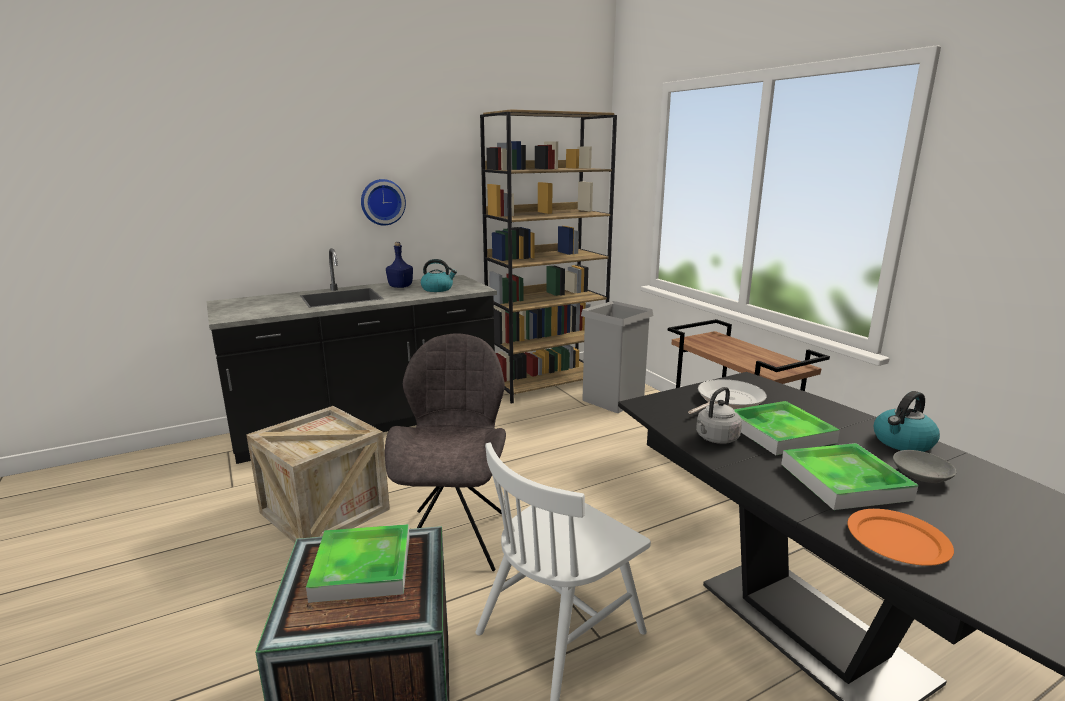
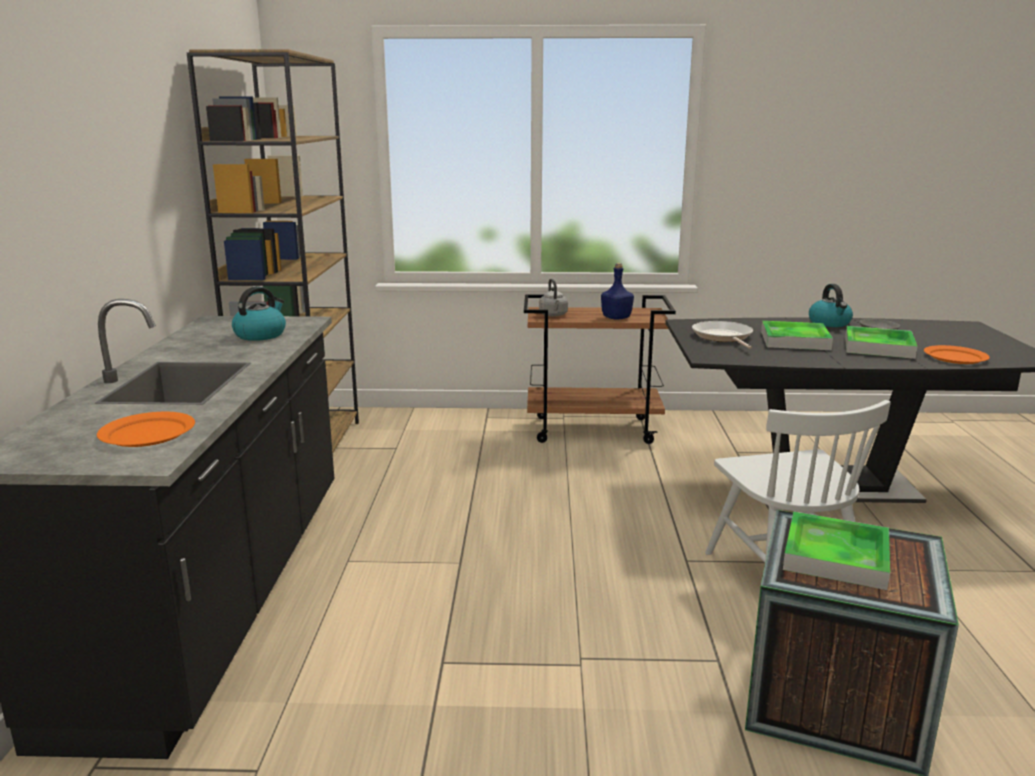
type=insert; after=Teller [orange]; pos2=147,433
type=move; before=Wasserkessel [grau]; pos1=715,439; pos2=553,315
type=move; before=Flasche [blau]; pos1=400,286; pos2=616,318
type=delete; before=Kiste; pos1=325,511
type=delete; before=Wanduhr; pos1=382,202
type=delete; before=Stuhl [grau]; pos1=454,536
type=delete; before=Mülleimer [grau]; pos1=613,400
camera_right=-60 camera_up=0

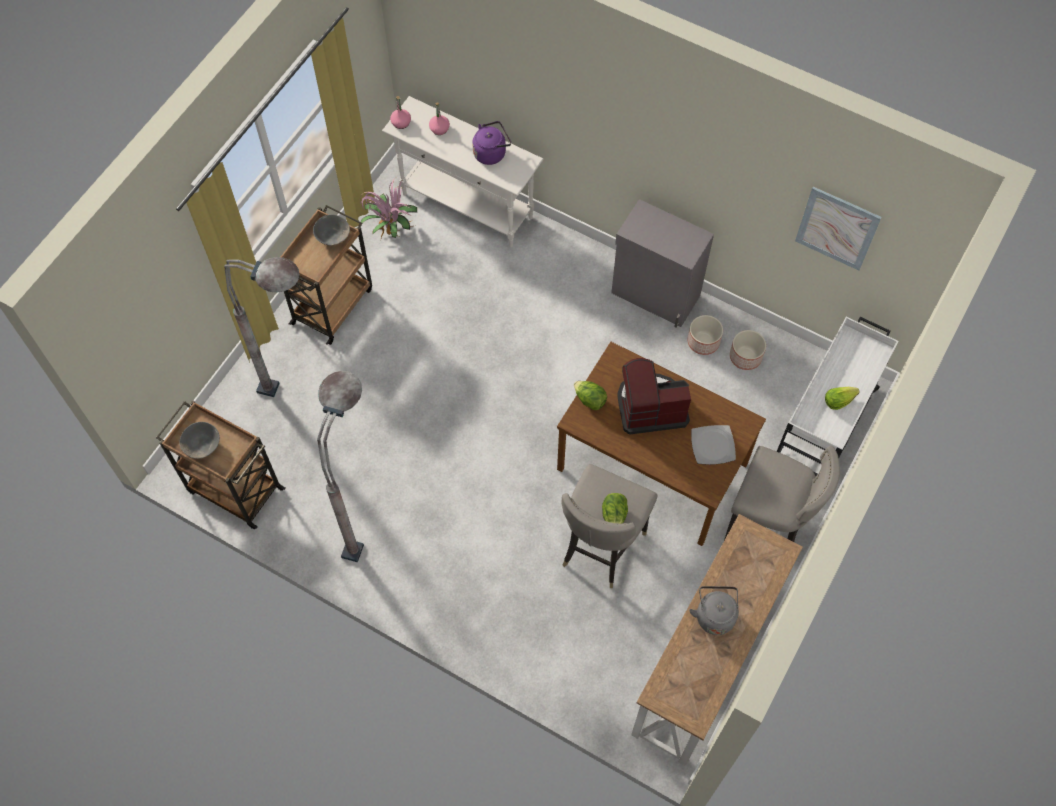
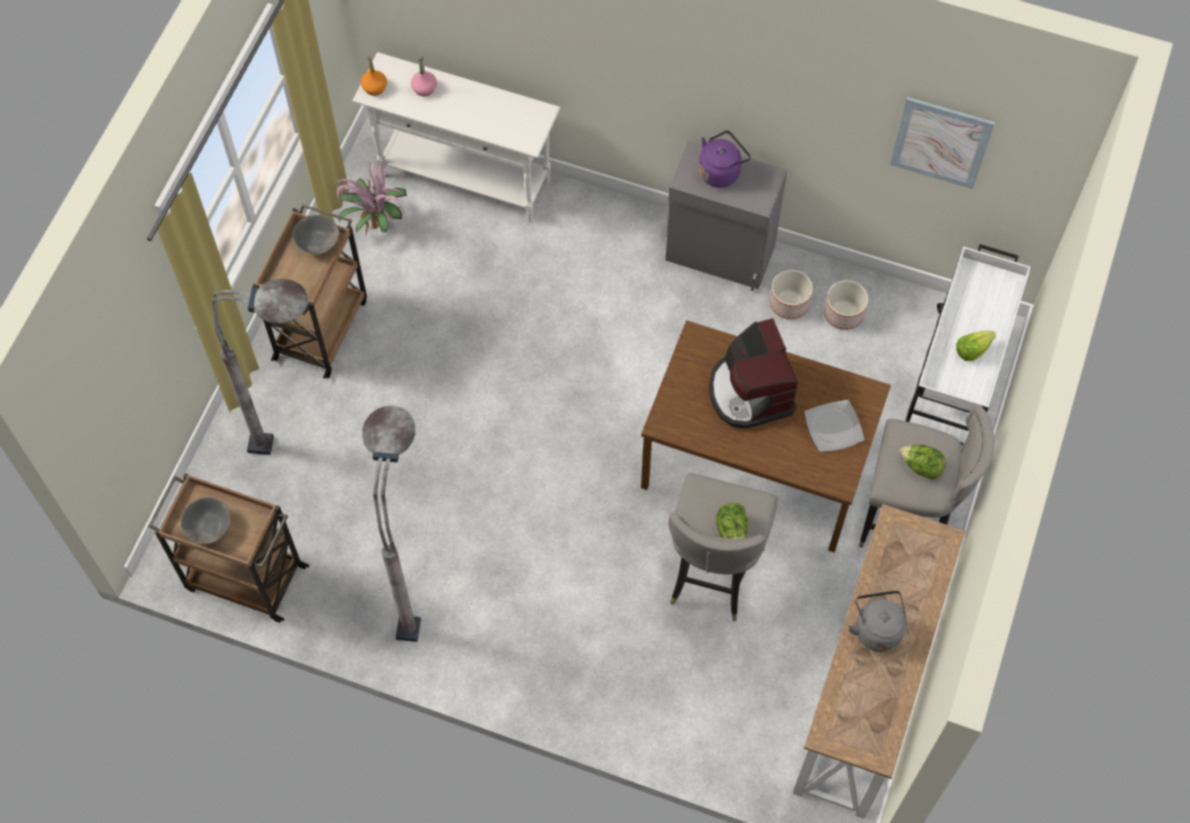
type=recolor; before=Flasche [rosa]; after=Flasche [orange]; pos1=401,123; pos2=375,87
type=move; before=Wasserkessel [lila]; pos1=491,153; pos2=721,171
type=rotate; before=Kaffeemaschine; pos1=650,406; pos2=750,392; turn=-90
type=move; before=Salatkopf; pos1=589,400; pos2=921,467
camera_right=-10 camera_up=0

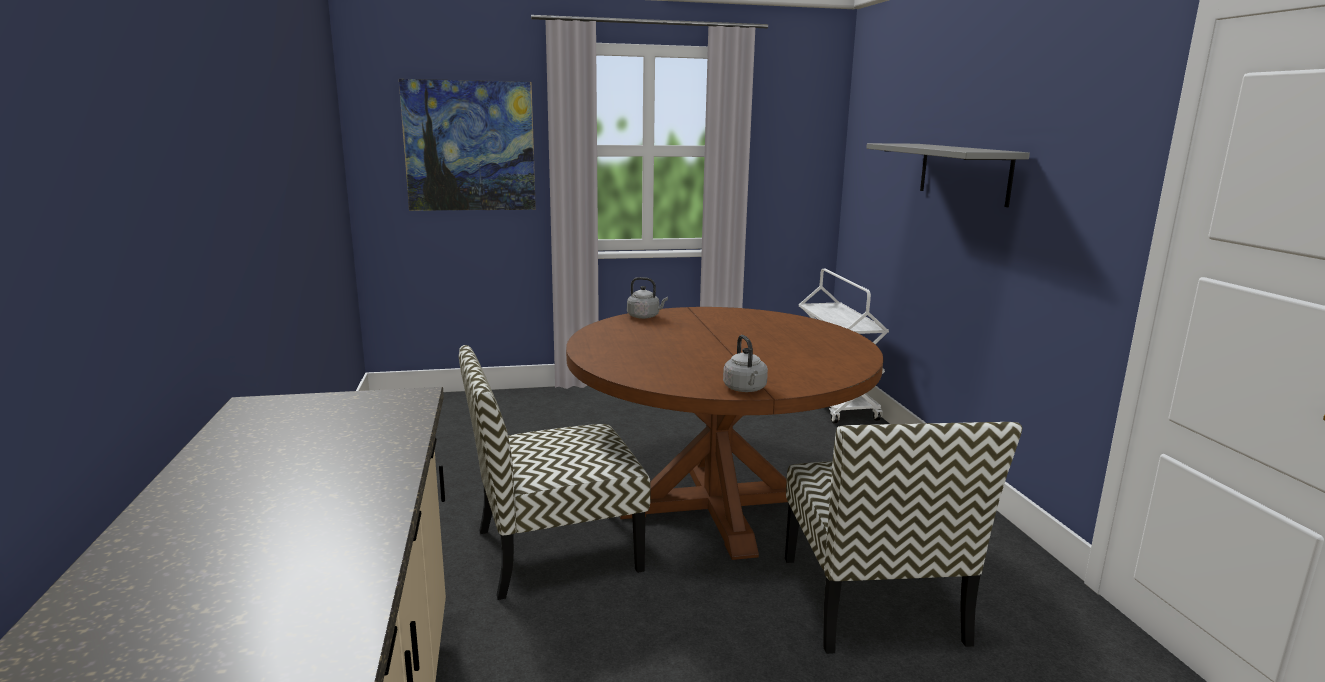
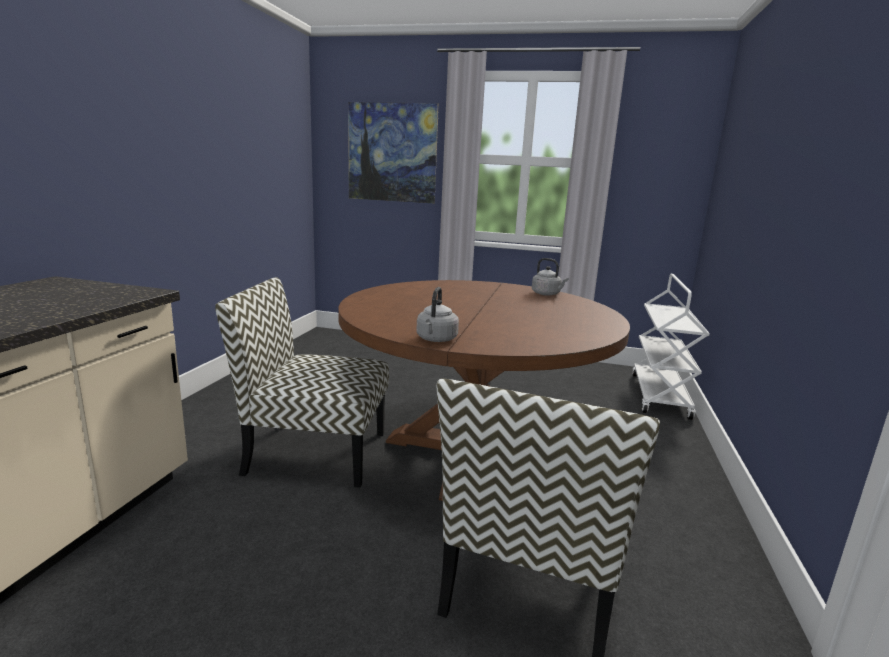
type=move; before=Wasserkessel [grau]; pos1=645,316; pos2=547,294
type=delete; before=Wandregal [grau]; pos1=964,173
camera_right=25 camera_up=0

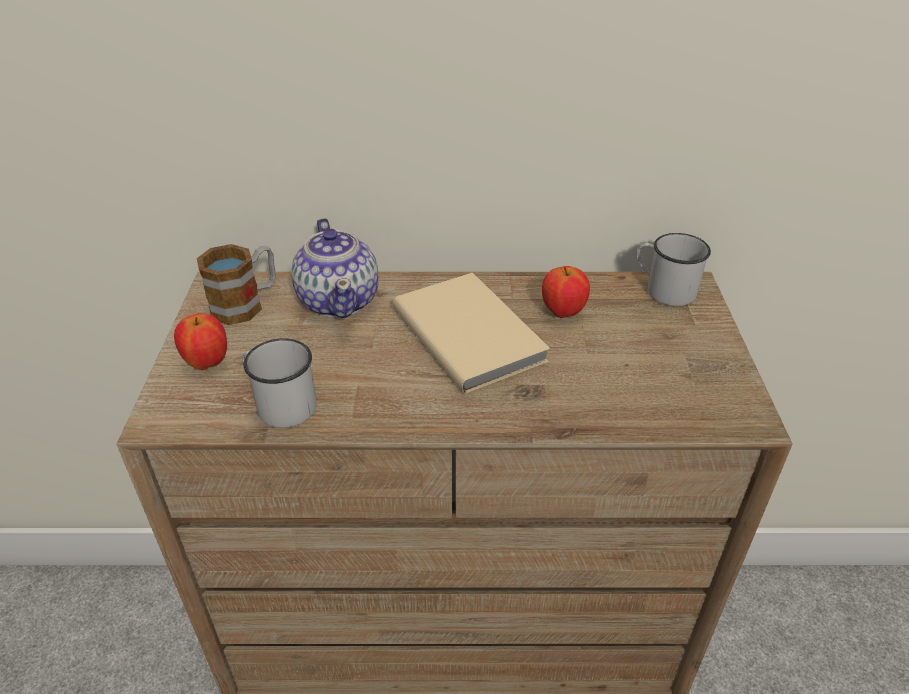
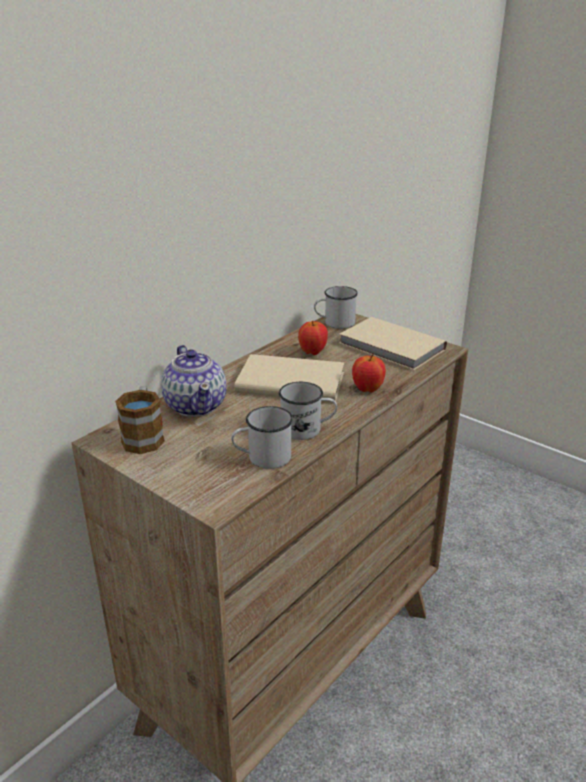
type=rotate; before=Teekanne; pos1=339,300; pos2=196,405; turn=45
type=insert; after=Henkelbecher [weiß]; pos2=307,429
type=insert; after=Buch [beige]; pos2=391,347
type=move; before=Apfel; pos1=207,363; pos2=367,389
camera_right=-50 camera_up=-10

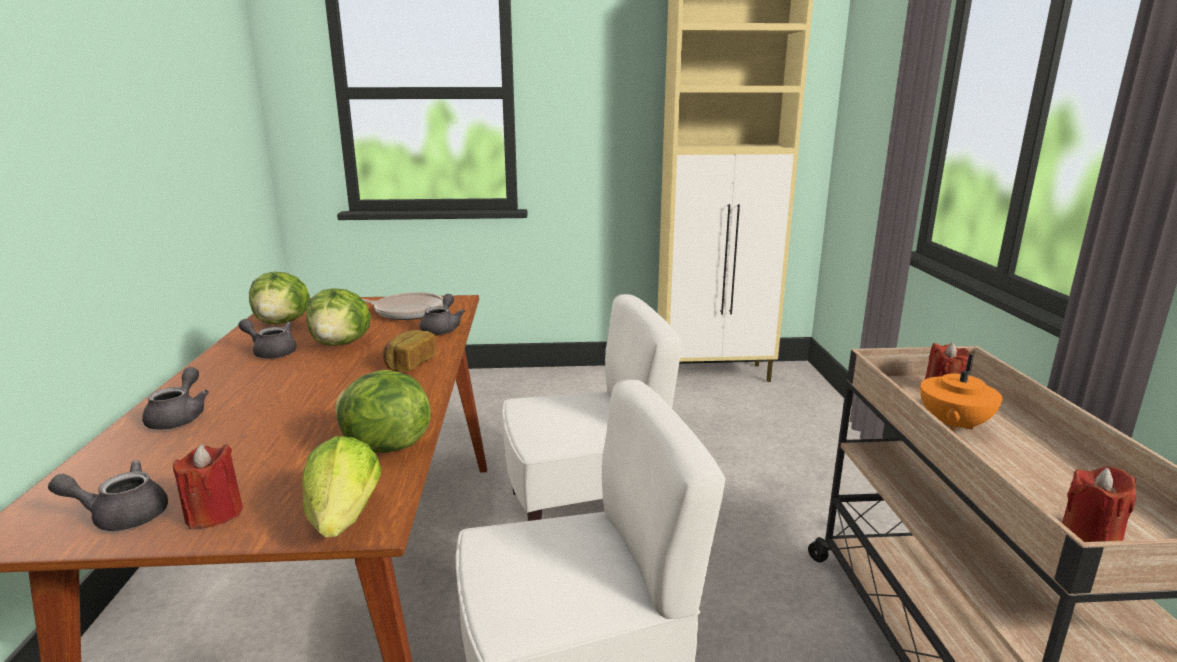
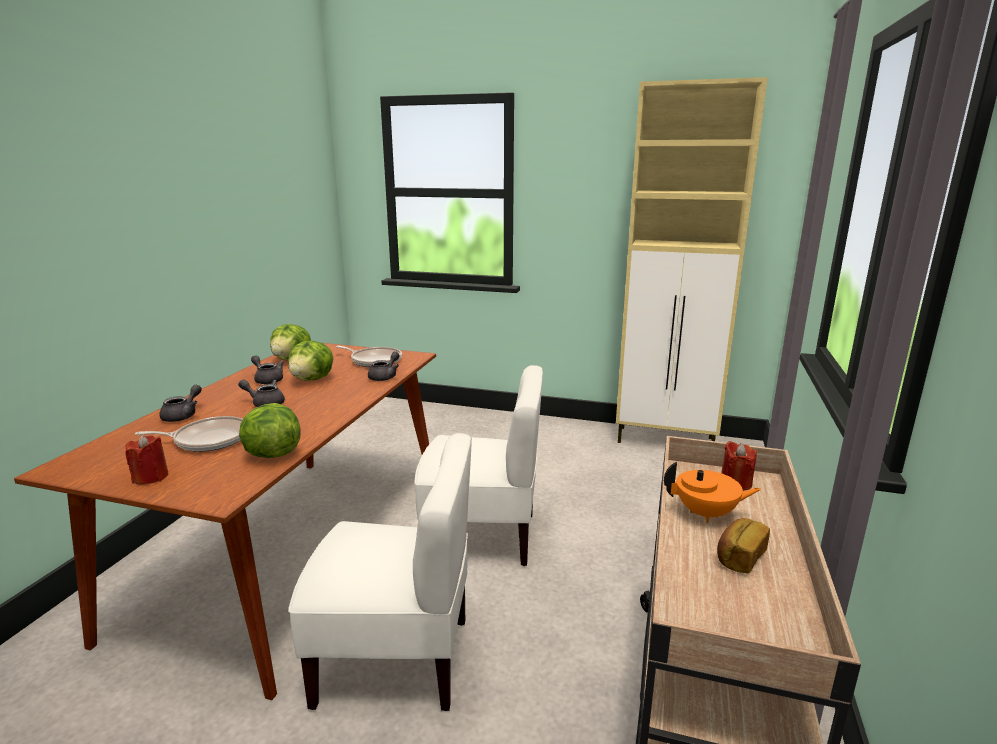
type=insert; after=Pfanne; pos2=208,439
type=move; before=Teekanne [grau]; pos1=121,515; pos2=265,403
type=rotate; before=Teekanne [orange]; pos1=952,425; pos2=706,514; turn=-135
type=move; before=Brot; pos1=409,364; pos2=739,557
type=delete; before=Salatkopf; pos1=344,518
type=delete; before=Kerze [rot]; pos1=1090,535
camera_right=20 camera_up=0

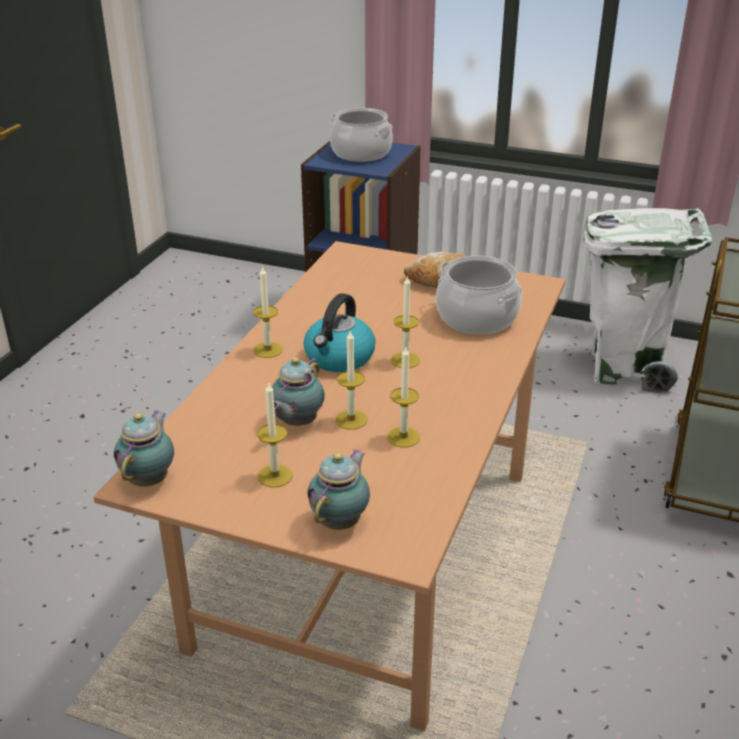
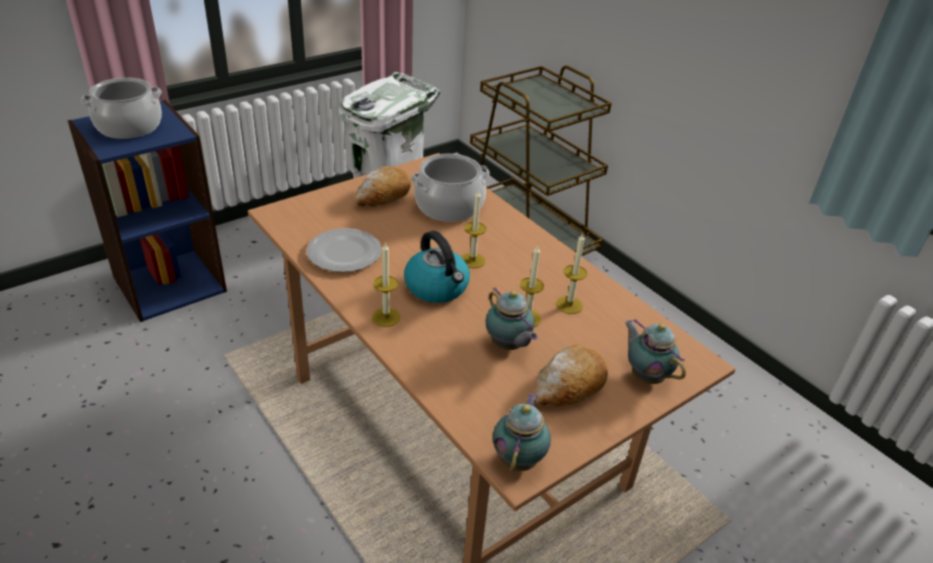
type=insert; after=Teller; pos2=344,253
type=rotate; before=Teekanne; pos1=150,479; pos2=519,459; turn=60
type=replace; before=Kerze; after=Brot; pos1=275,476; pos2=568,385
camera_right=-60 camera_up=5

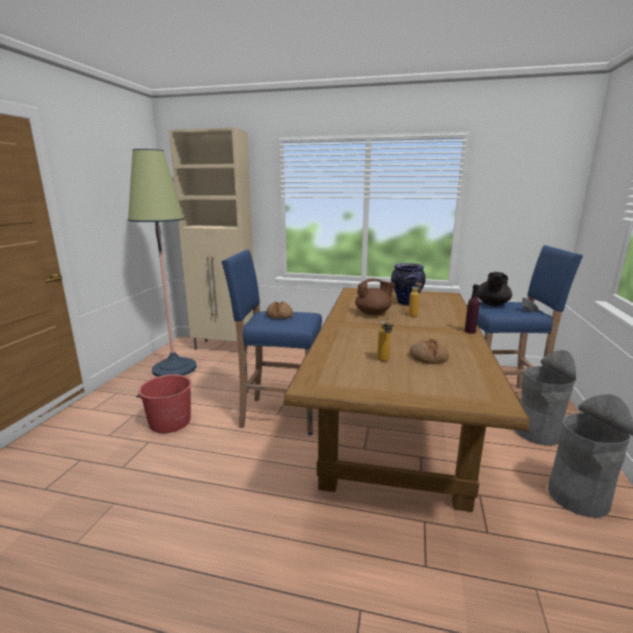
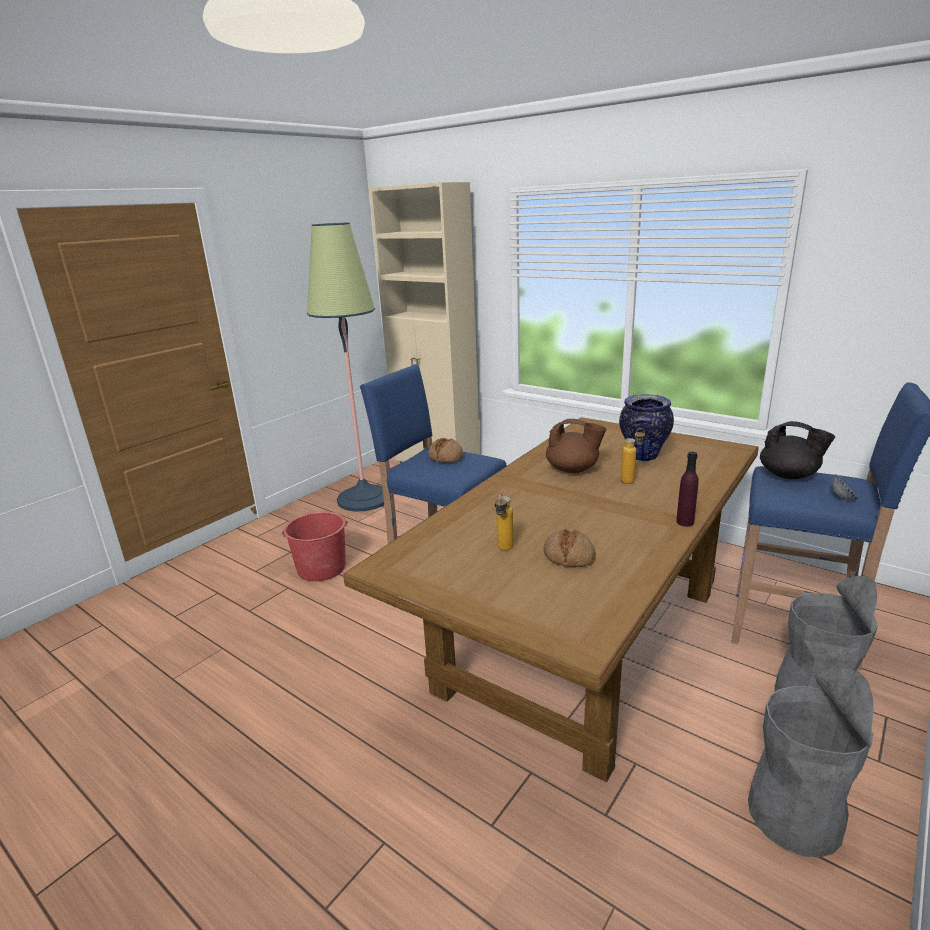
type=rotate; before=Teekanne [schwarz]; pos1=492,304; pos2=789,475; turn=-105
camera_right=25 camera_up=5

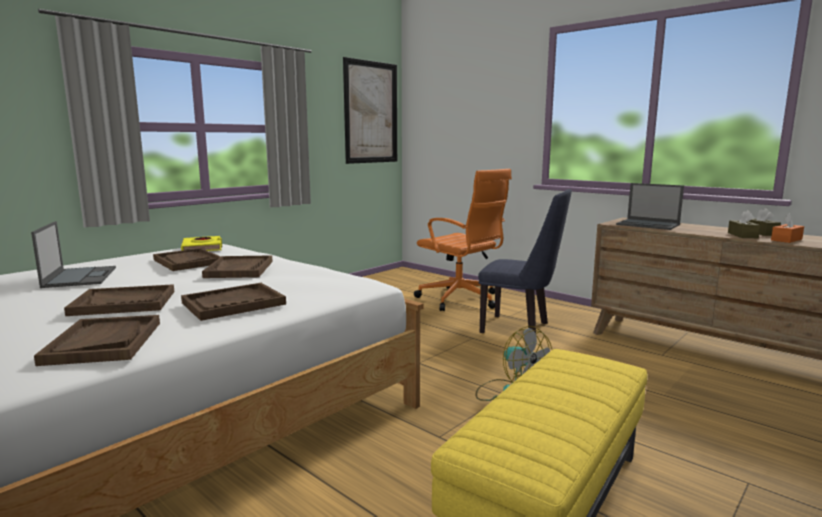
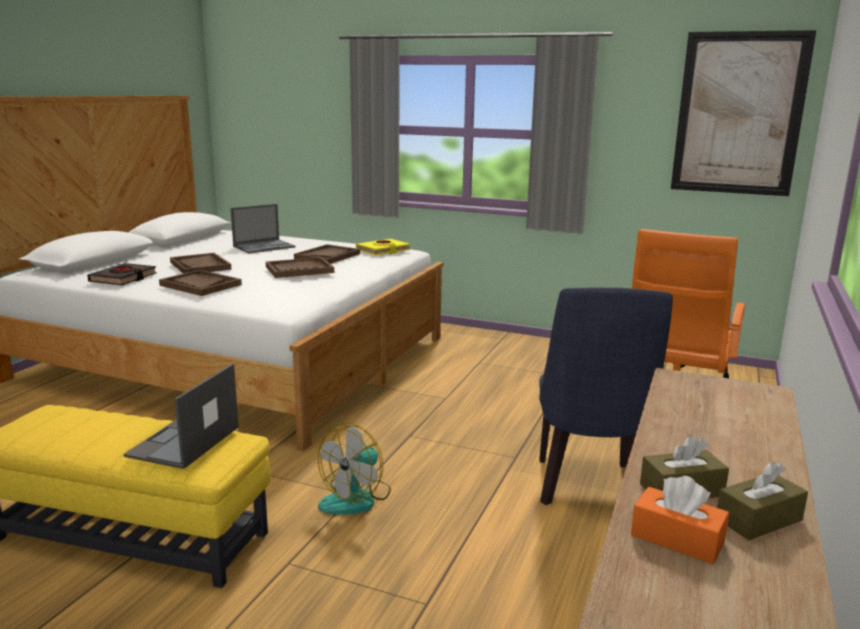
type=replace; before=Tablett [braun]; after=Buch [schwarz]; pos1=104,342; pos2=123,278
type=move; before=Laptop; pos1=648,225; pos2=183,442
camera_right=70 camera_up=5

